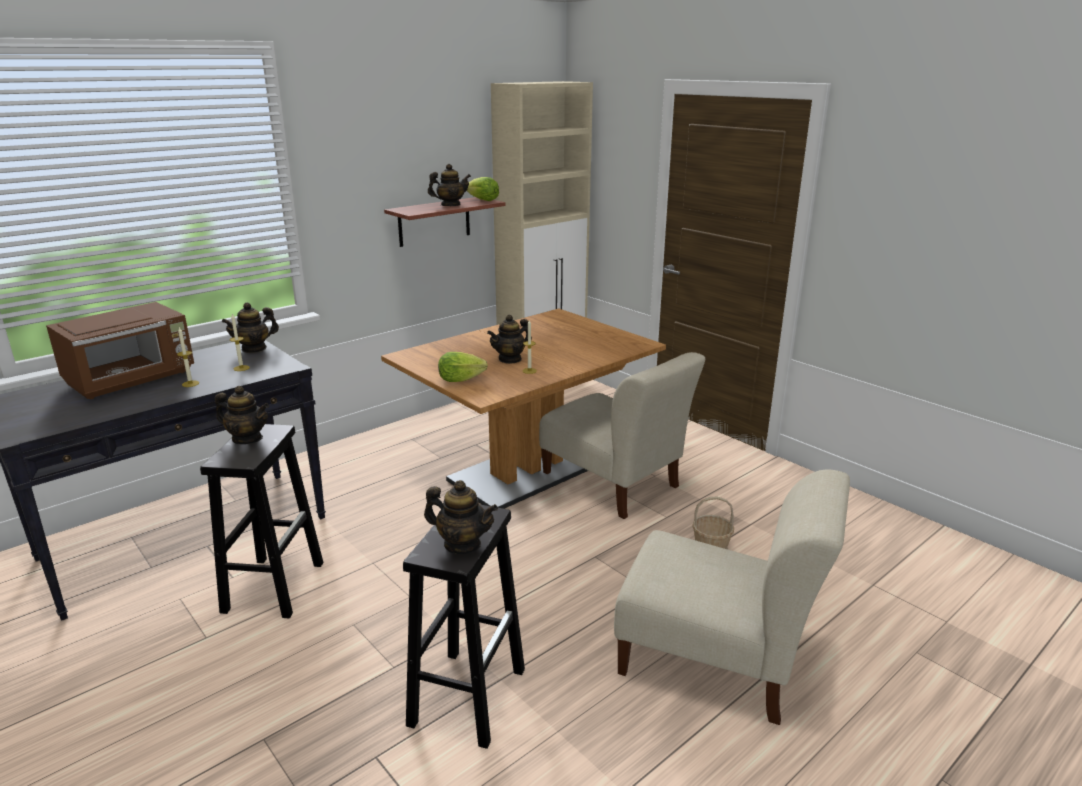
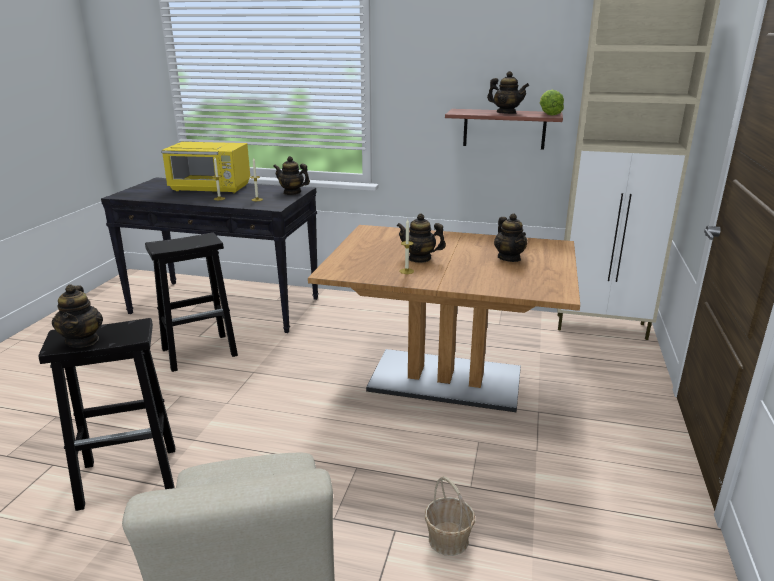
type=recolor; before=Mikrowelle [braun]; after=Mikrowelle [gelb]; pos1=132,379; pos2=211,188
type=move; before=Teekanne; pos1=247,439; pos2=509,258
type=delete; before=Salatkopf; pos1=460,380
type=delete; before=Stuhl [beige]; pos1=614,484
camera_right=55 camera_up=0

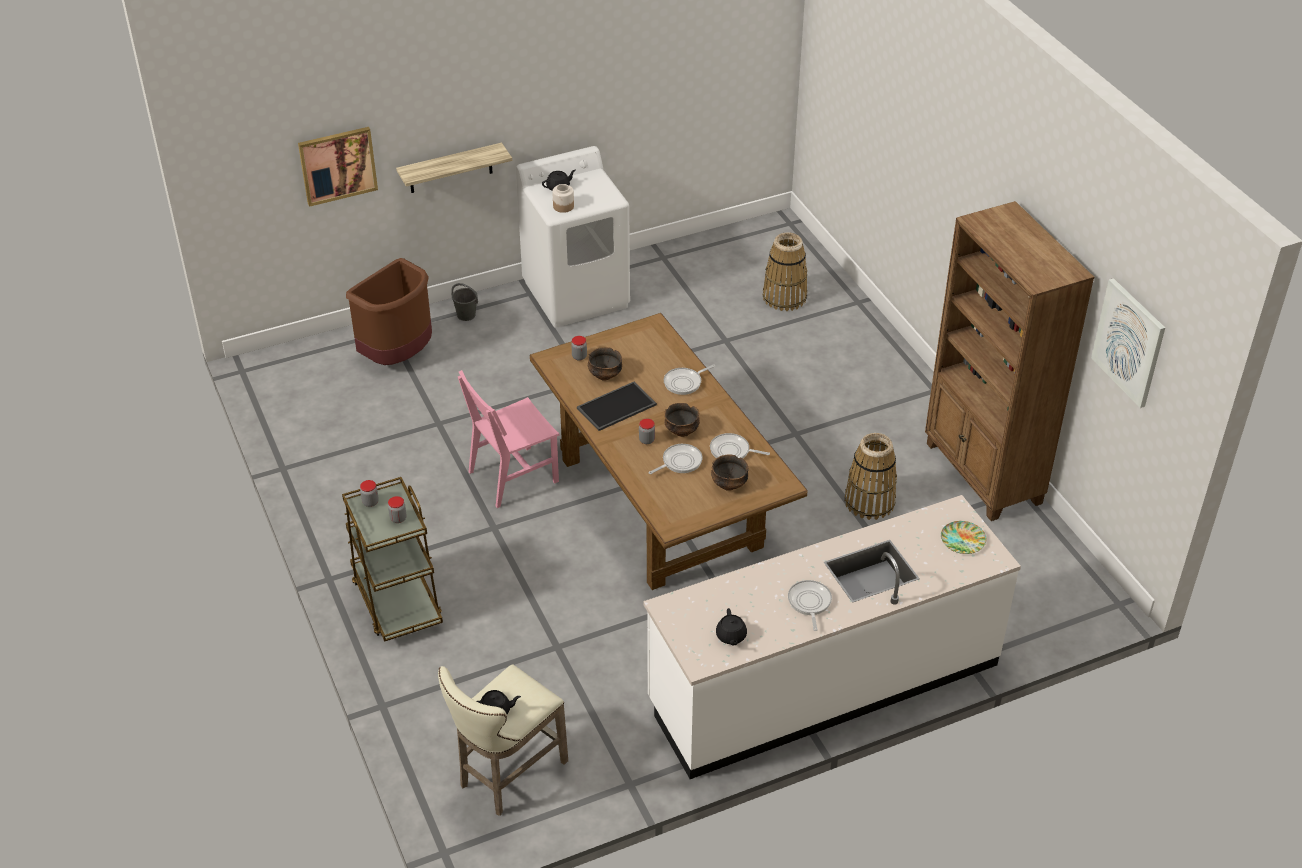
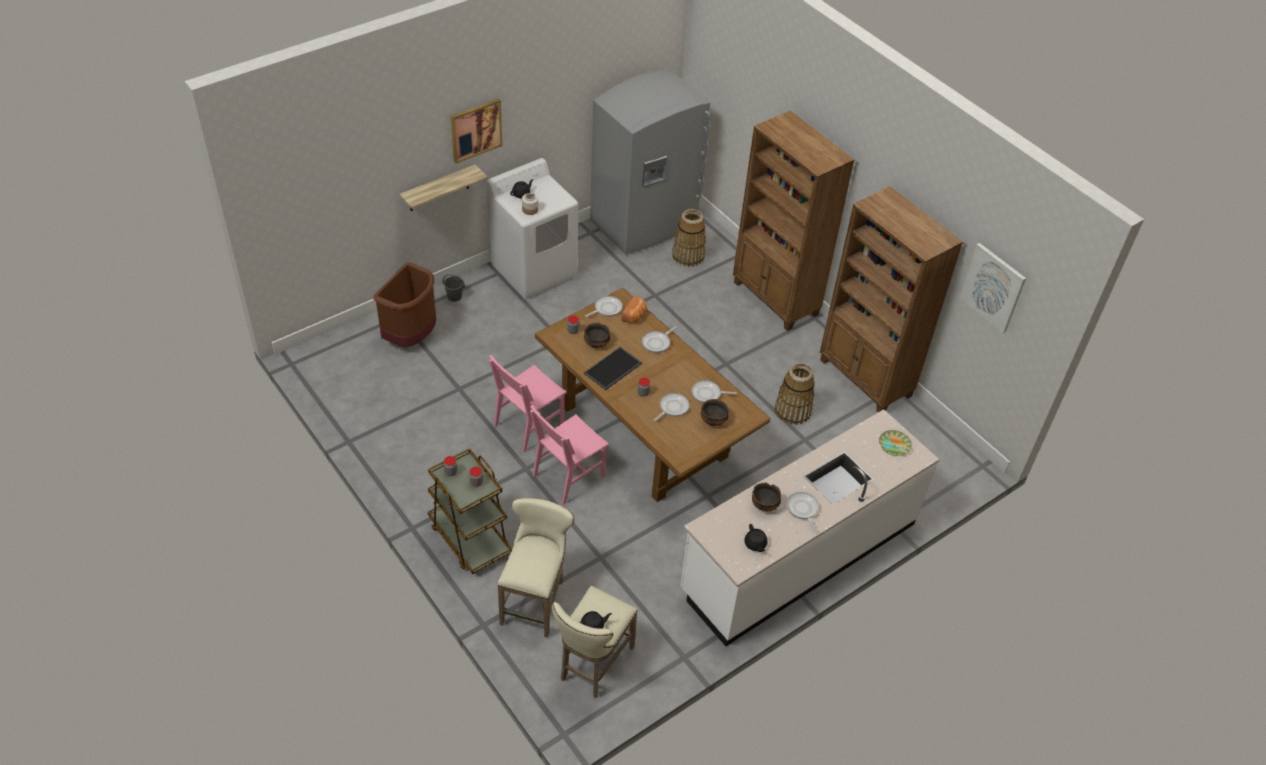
type=move; before=Bild; pos1=337,165; pos2=476,130
type=insert; after=Hocker [beige]; pos2=536,599
type=insert; after=Stuhl [rosa]; pos2=568,476
type=insert; after=Pfanne; pos2=606,308
type=insert; after=Kühlschrank [grau]; pos2=645,224
type=insert; after=Brot; pos2=635,316
type=insert; after=Bücherregal [braun]; pos2=775,299
type=move; before=Schüssel; pos1=682,431; pos2=765,505
camera_right=-15 camera_up=5

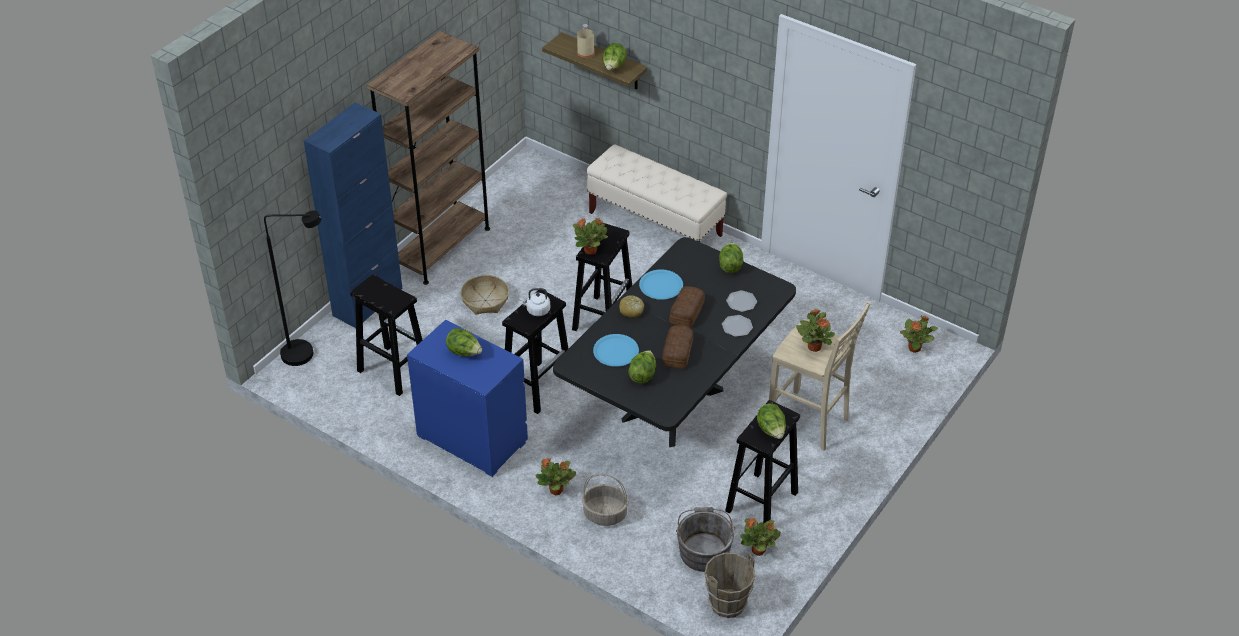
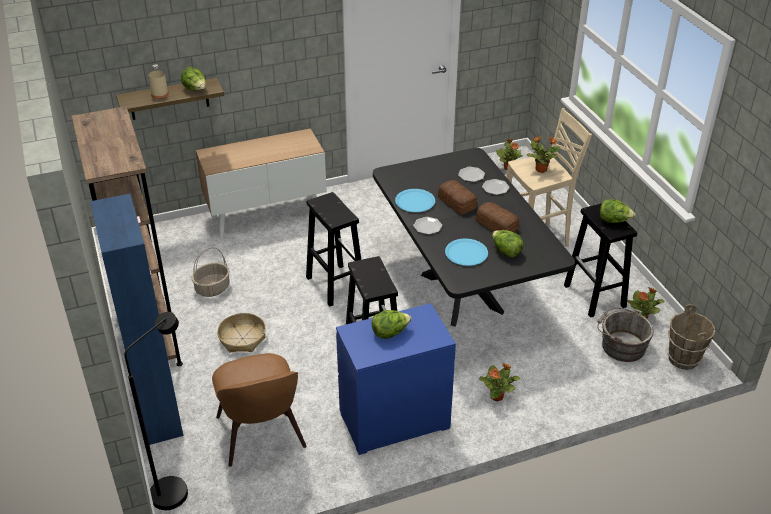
type=move; before=Korb; pos1=604,514; pos2=212,288
type=replace; before=Bank [beige]; after=Schrank; pos1=655,224; pos2=266,215
type=replace; before=Hocker [schwarz]; after=Stuhl [braun]; pos1=392,370; pos2=261,435
type=replace; before=Brot; after=Teller; pos1=631,310; pos2=428,226
type=delete; before=Wasserkessel [weiß]; pos1=537,310
type=delete; before=Topfpflanze; pos1=591,251
type=delete; before=Salatkopf; pos1=730,266
camera_right=-55 camera_up=-5

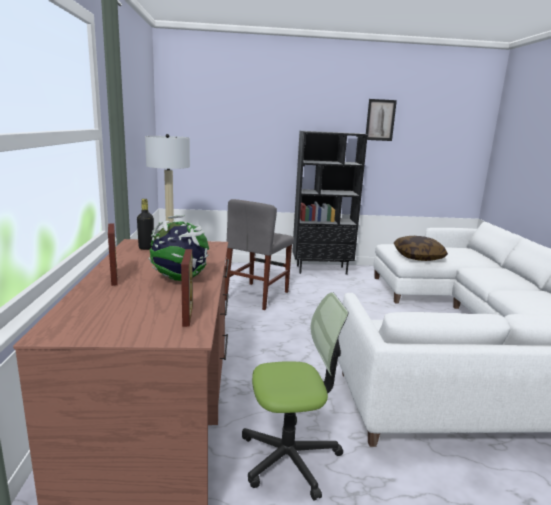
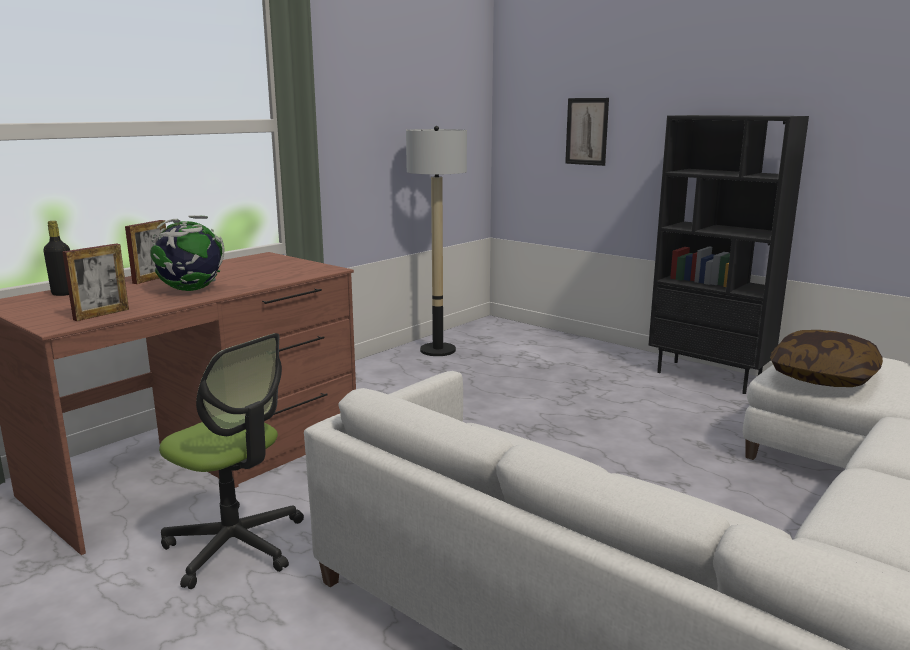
type=move; before=Flasche [schwarz]; pos1=146,248; pos2=63,294
type=move; before=Bild; pos1=380,120; pos2=587,131
type=delete; before=Stuhl [grau]; pos1=257,295
camera_right=45 camera_up=0

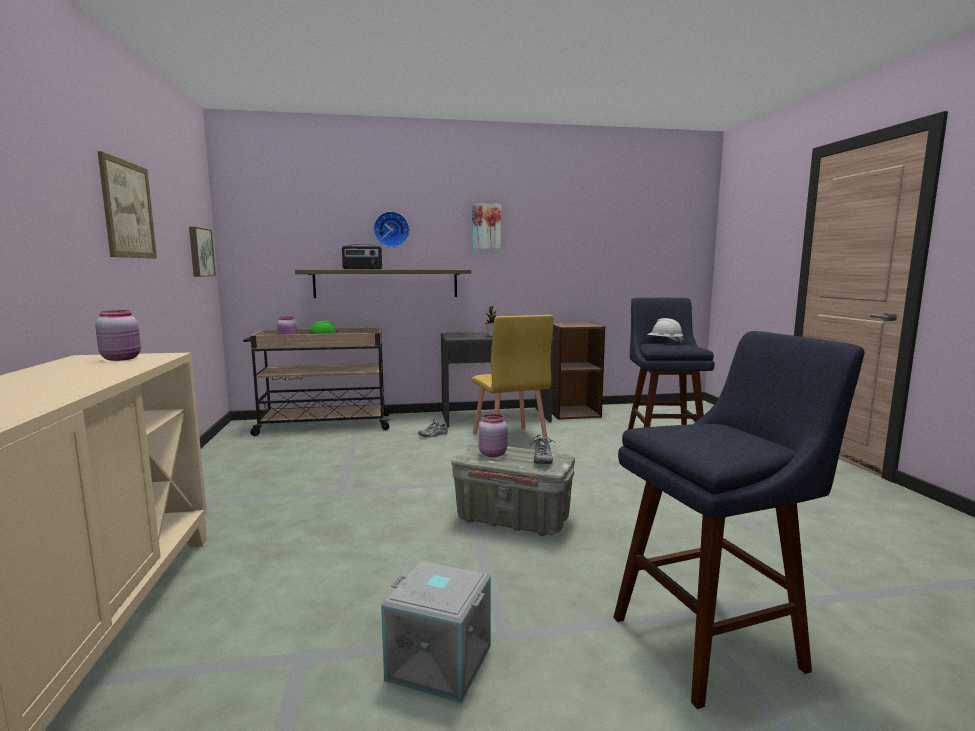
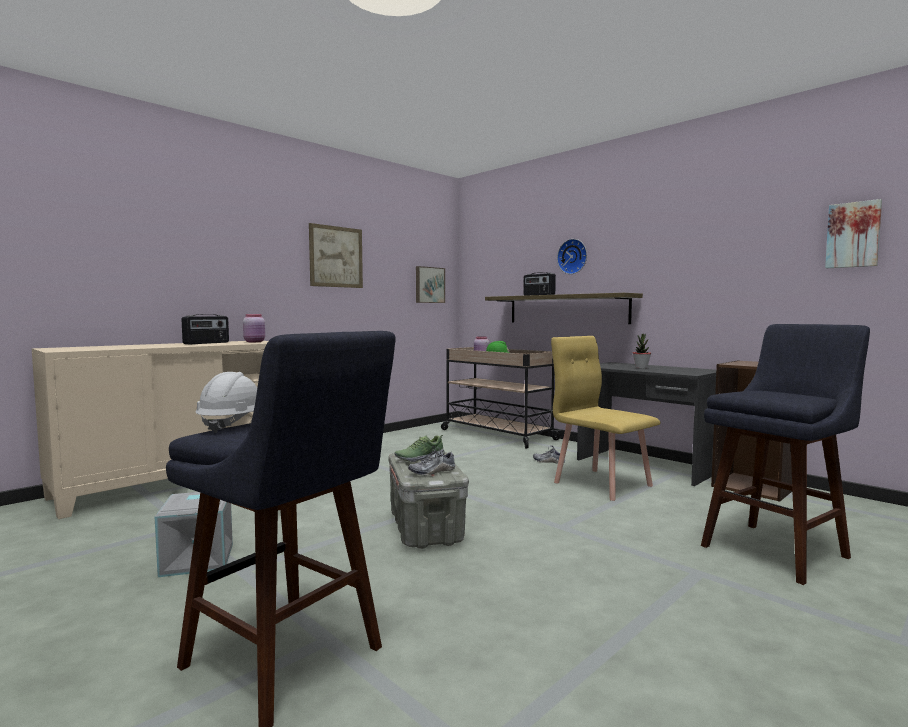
type=insert; after=Radio; pos2=207,343
type=move; before=Schutzhelm [weiß]; pos1=664,342; pos2=232,425
type=replace; before=Vorratsglas [rosa]; after=Schuh; pos1=493,454; pos2=419,458
type=rotate; before=Stuhl [gelb]; pos1=509,439; pos2=602,483; turn=105
type=move; before=Bild; pos1=486,226; pos2=853,235
camera_right=55 camera_up=-5

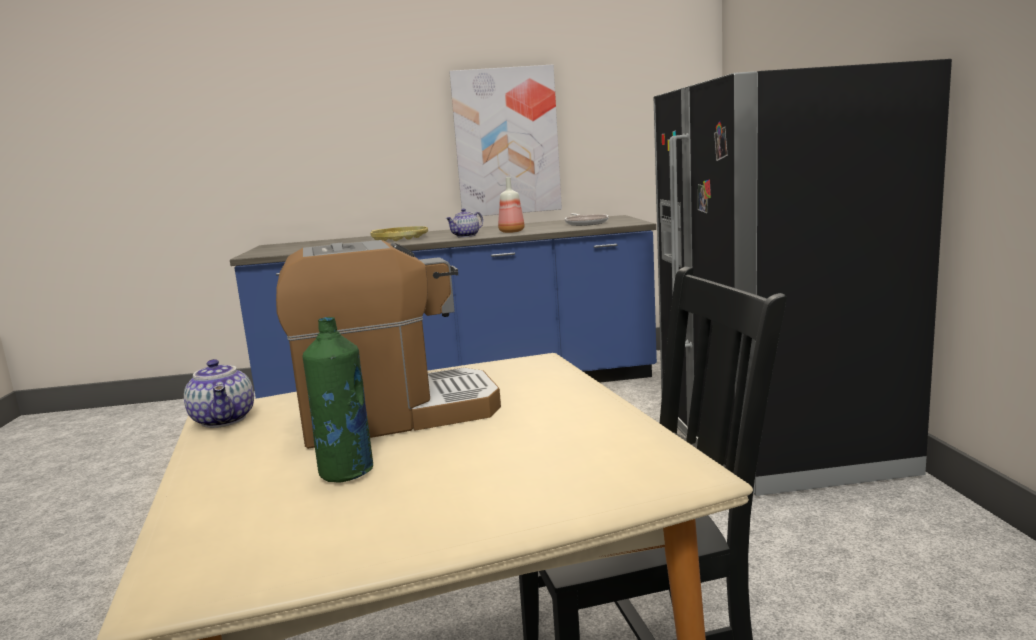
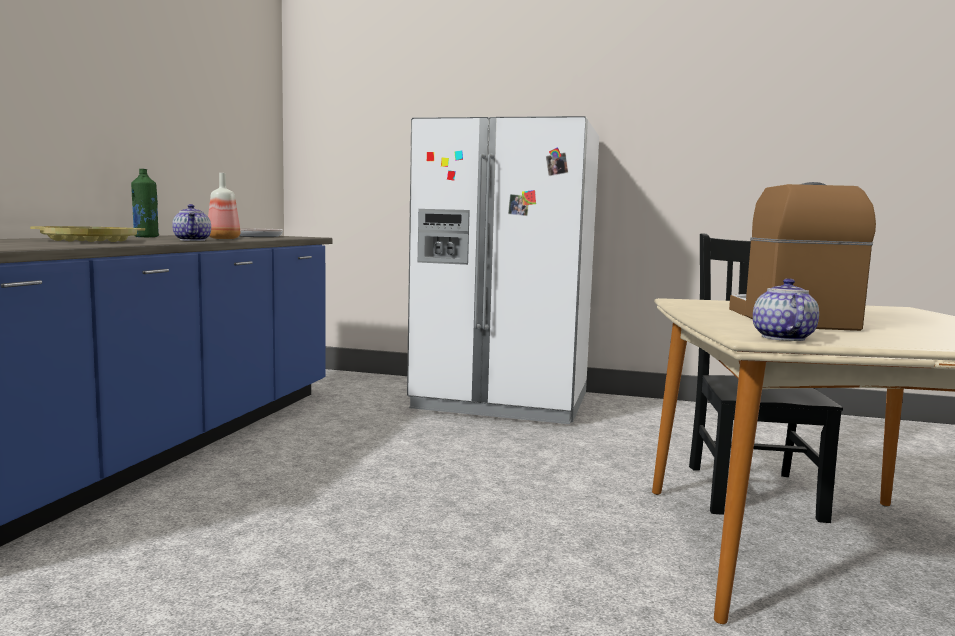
type=move; before=Flasche [grün]; pos1=347,472; pos2=146,237
type=recolor; before=Kühlschrank [schwarz]; after=Kühlschrank [weiß]; pos1=776,443; pos2=502,401
type=rotate; before=Teekanne; pos1=225,420; pos2=781,337; turn=-75
type=delete; before=Bild; pos1=506,142
camera_right=-70 camera_up=-5

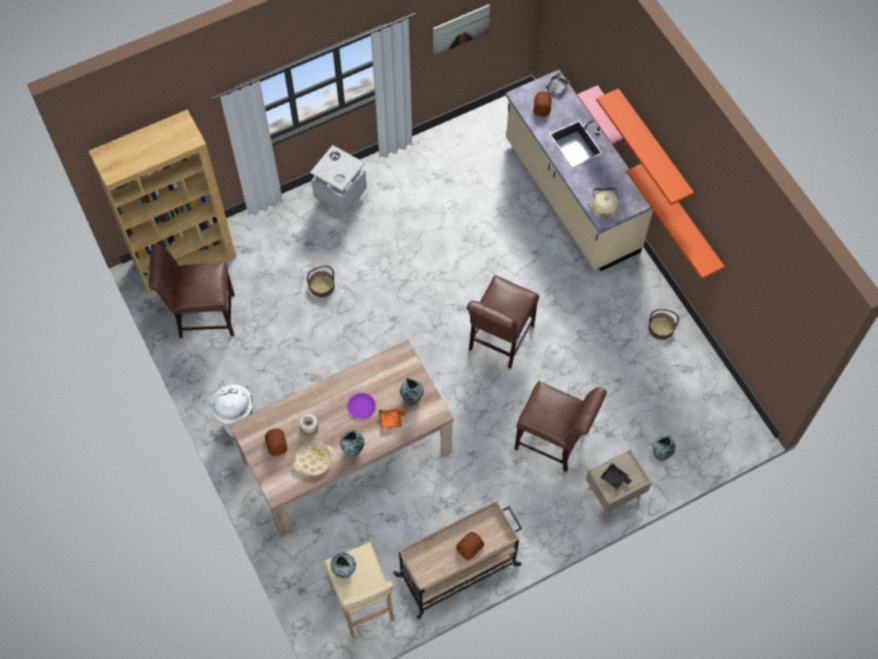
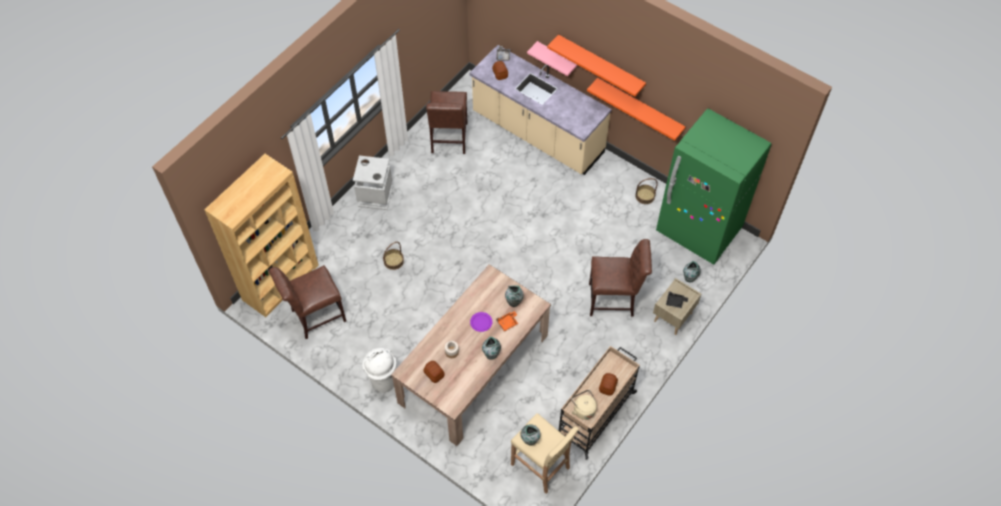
type=move; before=Stuhl [braun]; pos1=499,340; pos2=448,140
type=move; before=Wasserkessel [beige]; pos1=603,209; pos2=583,409
type=insert; after=Kühlschrank [grün]; pos2=698,230
type=delete; before=Tablett [beige]; pos1=313,459
type=delete; before=Bild; pos1=460,29
camera_right=-25 camera_up=-5

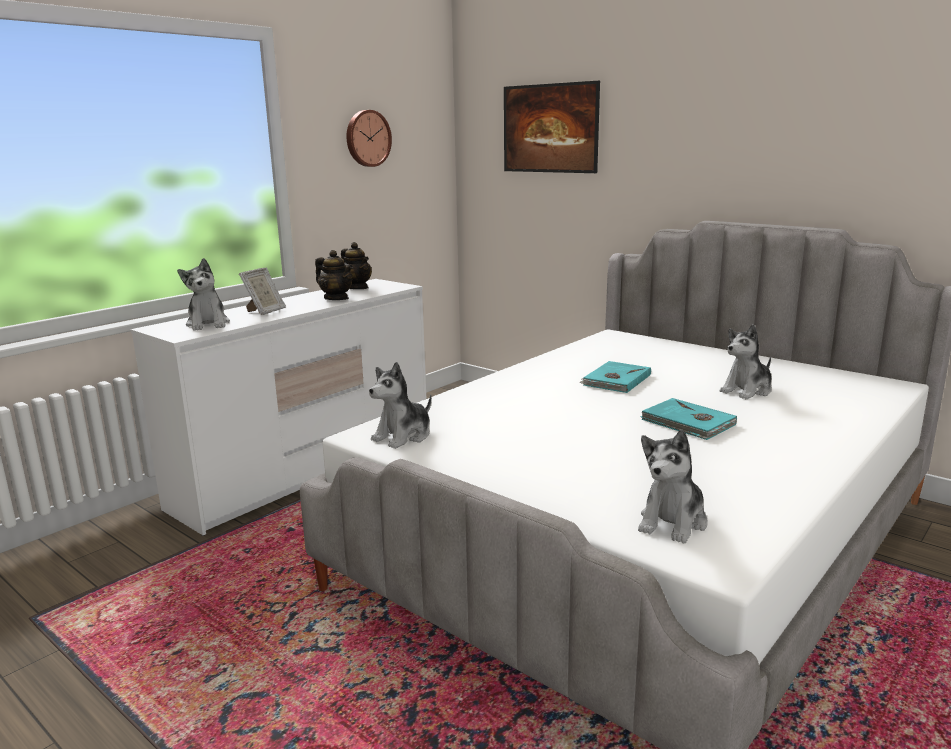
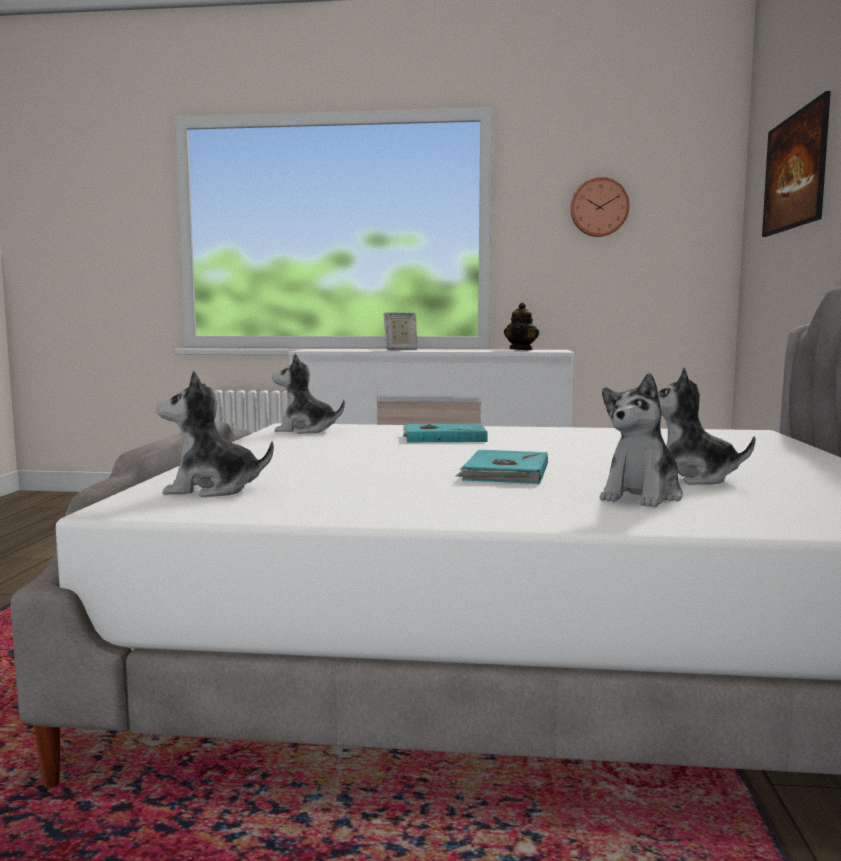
type=move; before=Buch [türkis]; pos1=615,380; pos2=444,437
type=move; before=Plüschtier; pos1=208,324; pos2=642,496
type=delete; before=Teekanne; pos1=336,298
camera_right=55 camera_up=-10

